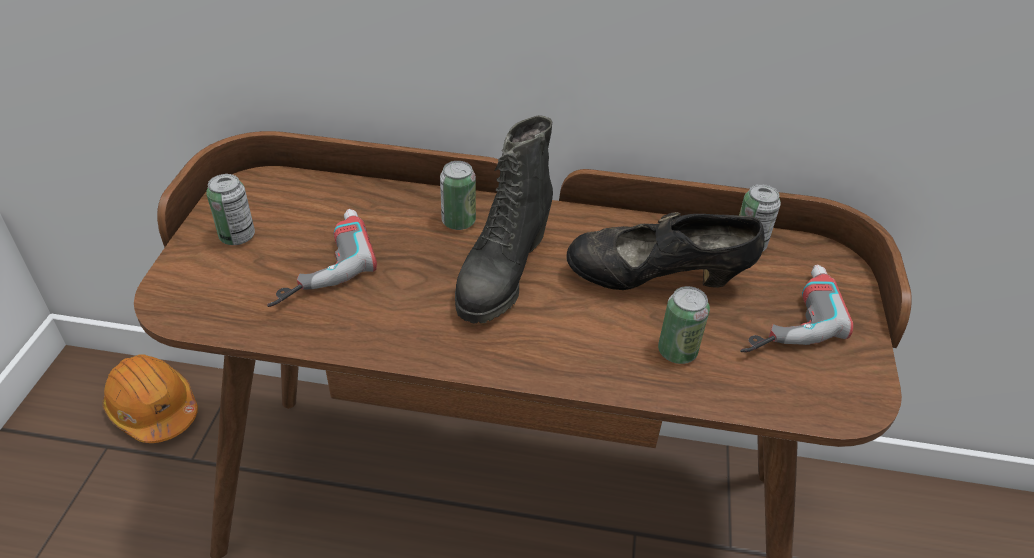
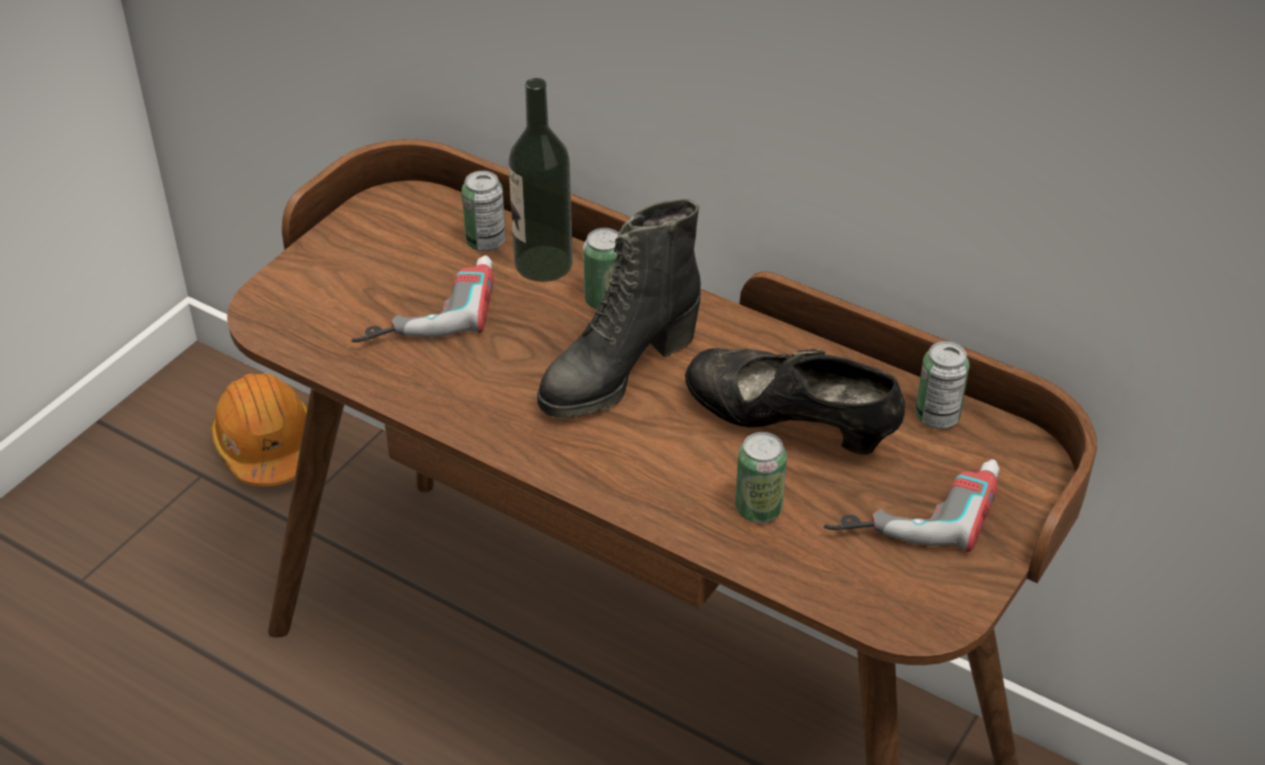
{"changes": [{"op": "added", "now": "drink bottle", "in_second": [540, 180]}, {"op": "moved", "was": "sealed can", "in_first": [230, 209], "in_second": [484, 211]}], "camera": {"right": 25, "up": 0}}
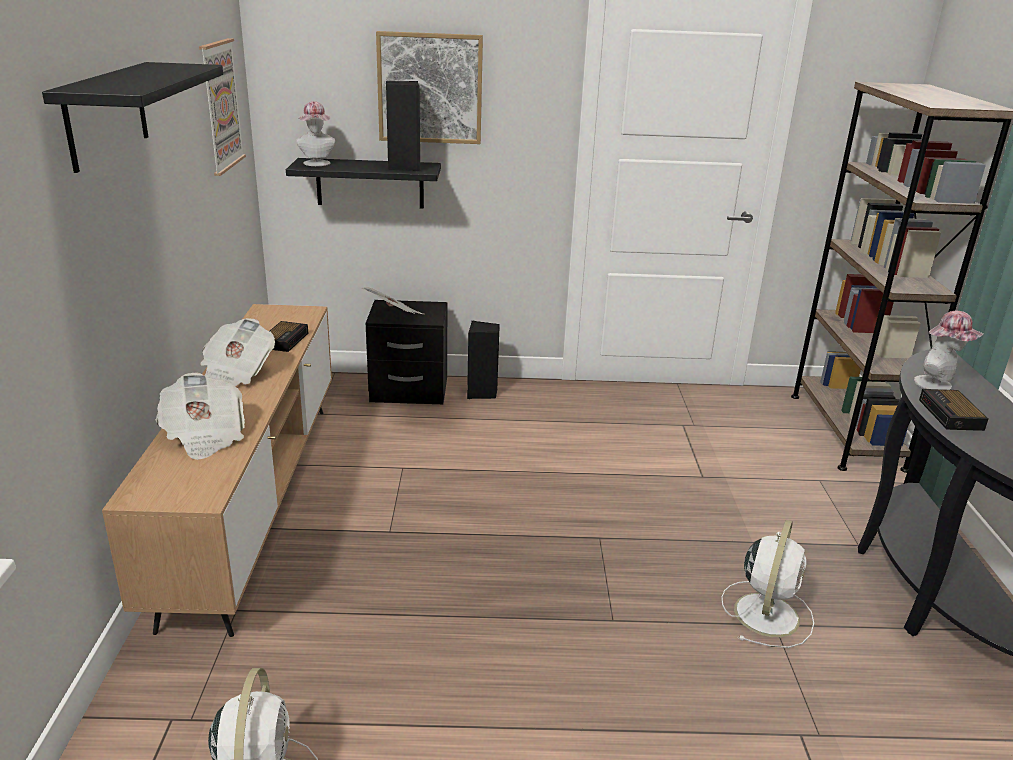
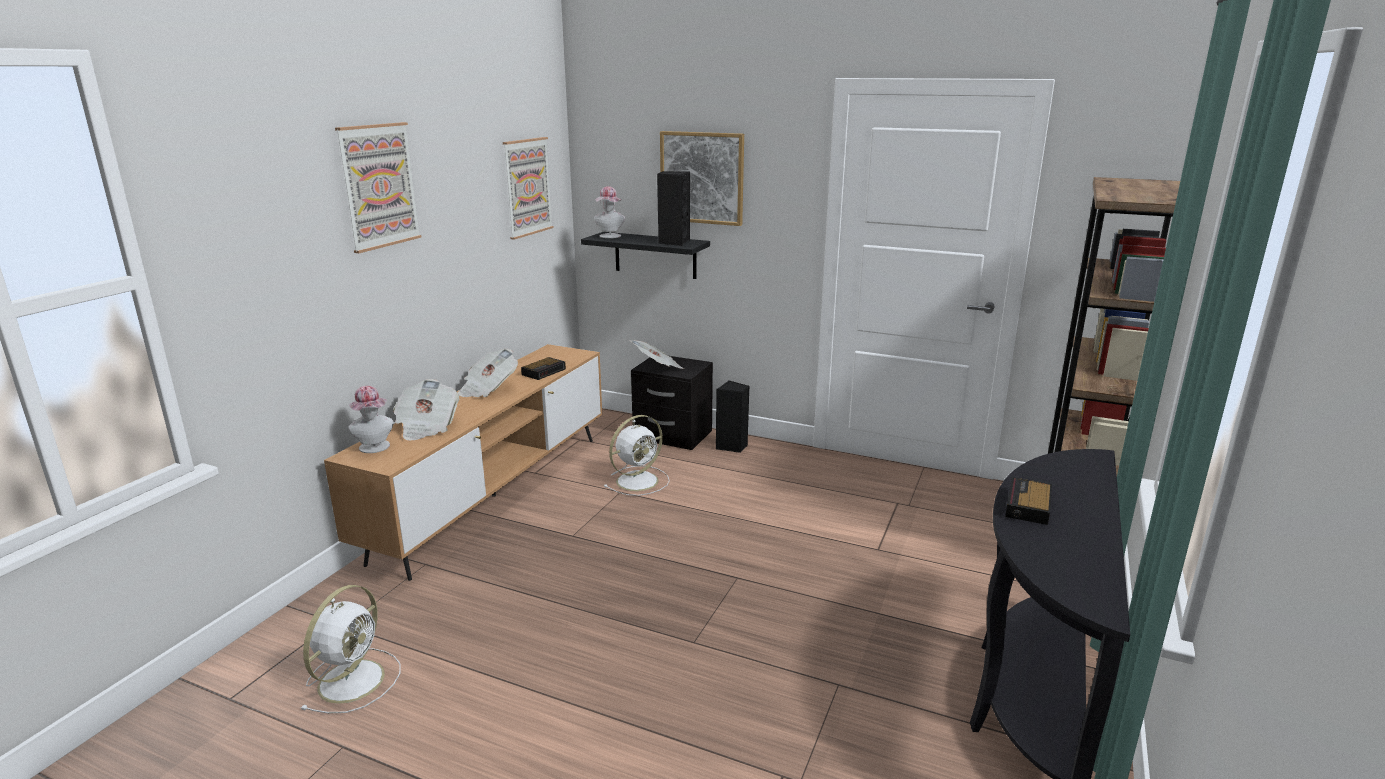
{"changes": [{"op": "moved", "was": "cooling fan (white)", "in_first": [767, 584], "in_second": [637, 455]}, {"op": "moved", "was": "hat", "in_first": [948, 350], "in_second": [371, 419]}, {"op": "replaced", "was": "bracket shelf (blackish)", "now": "wall picture", "in_first": [132, 117], "in_second": [378, 187]}], "camera": {"right": 25, "up": -5}}
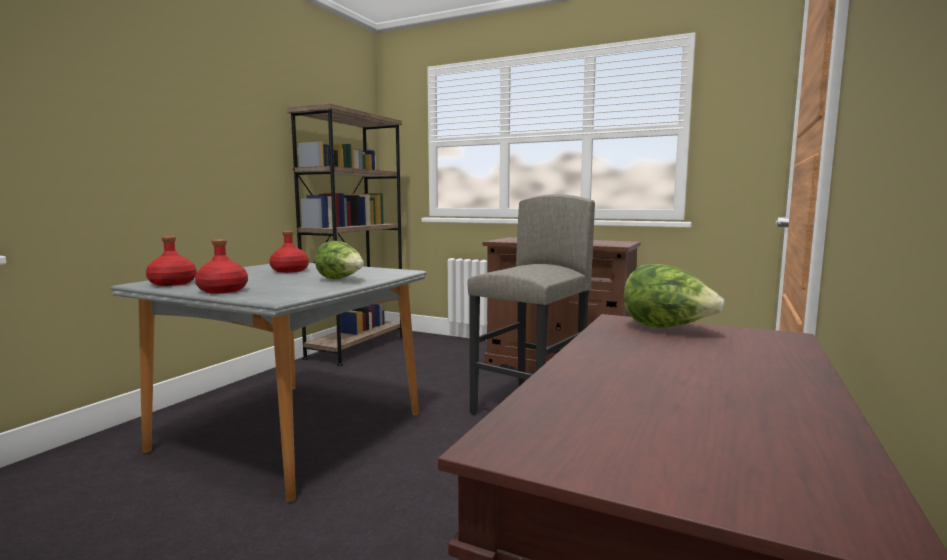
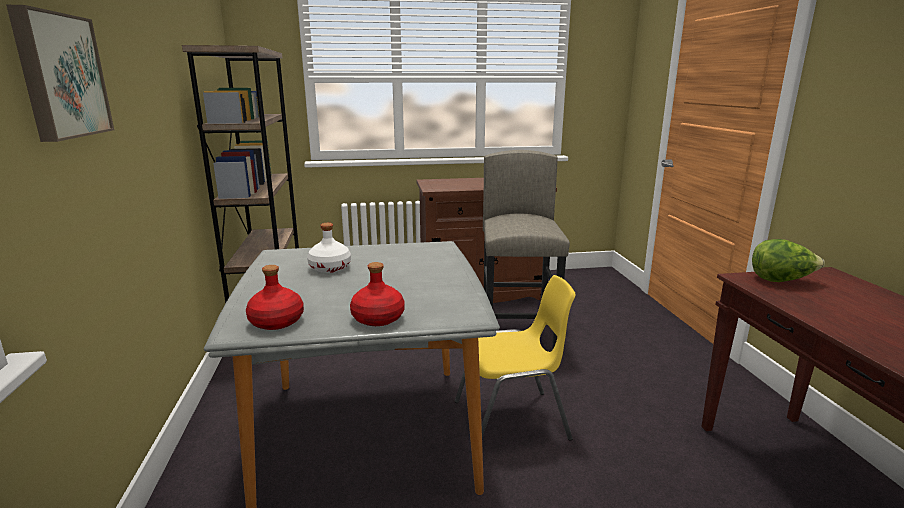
{"changes": [{"op": "removed", "was": "lettuce head", "in_first": [339, 260]}, {"op": "added", "now": "wall picture", "in_second": [60, 73]}, {"op": "added", "now": "chair (yellow-coloured)", "in_second": [515, 358]}, {"op": "recoloured", "was": "drink bottle (reddish)", "now": "drink bottle (white)", "in_first": [289, 252], "in_second": [329, 248]}], "camera": {"right": -35, "up": 10}}
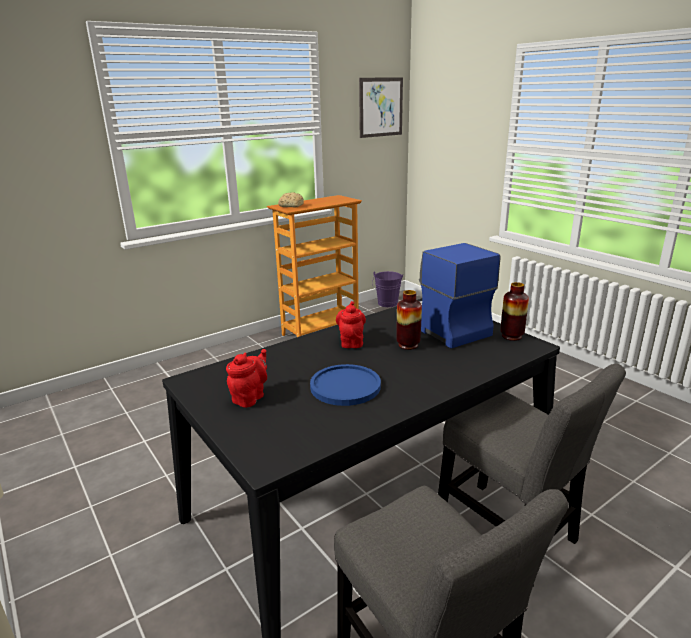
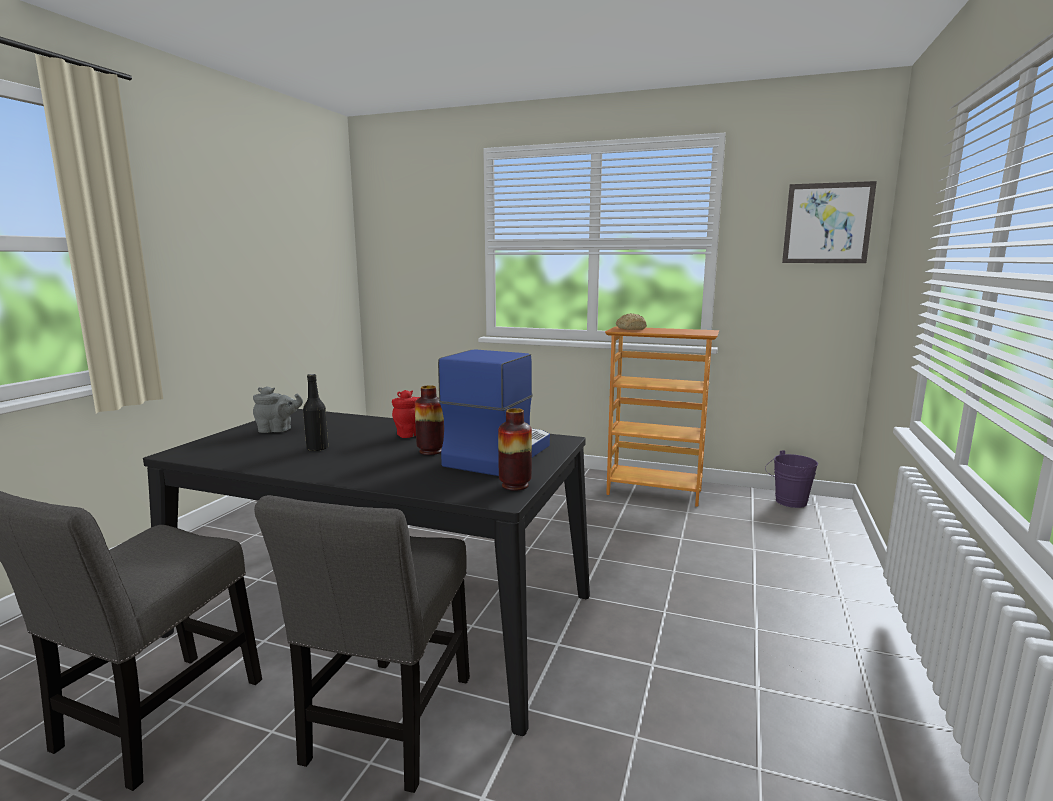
{"changes": [{"op": "replaced", "was": "plate (blue)", "now": "drink bottle (blackish)", "in_first": [345, 385], "in_second": [316, 412]}, {"op": "recoloured", "was": "teapot (reddish)", "now": "teapot (greyish)", "in_first": [246, 378], "in_second": [278, 409]}], "camera": {"right": 55, "up": -10}}
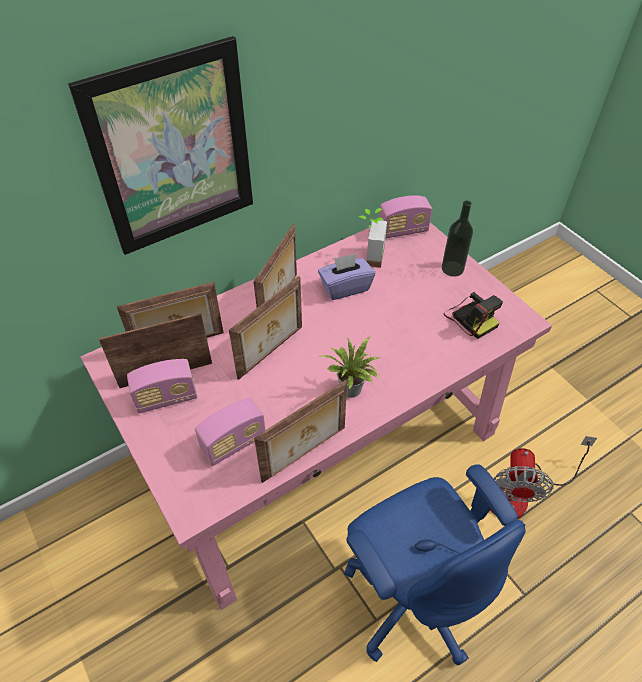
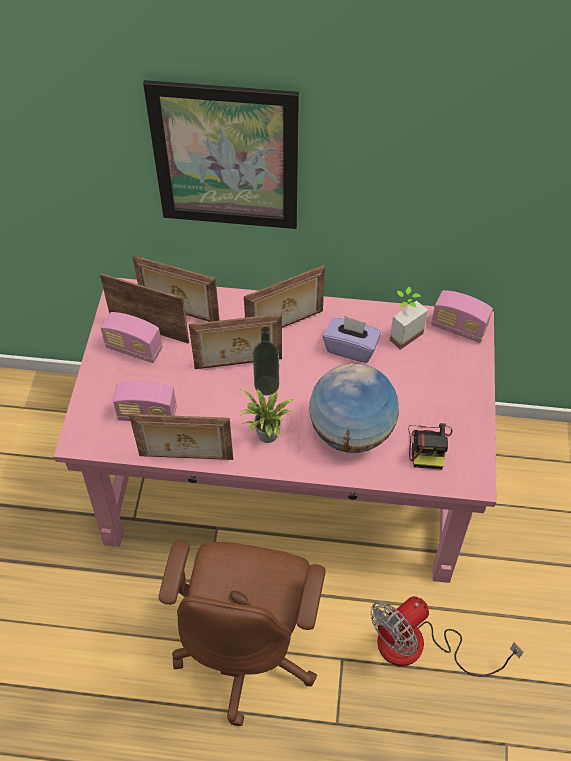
{"changes": [{"op": "added", "now": "world globe", "in_second": [354, 408]}, {"op": "moved", "was": "drink bottle", "in_first": [457, 239], "in_second": [266, 361]}, {"op": "recoloured", "was": "computer chair (blue)", "now": "computer chair (brown)", "in_first": [435, 565], "in_second": [242, 633]}], "camera": {"right": 40, "up": 5}}
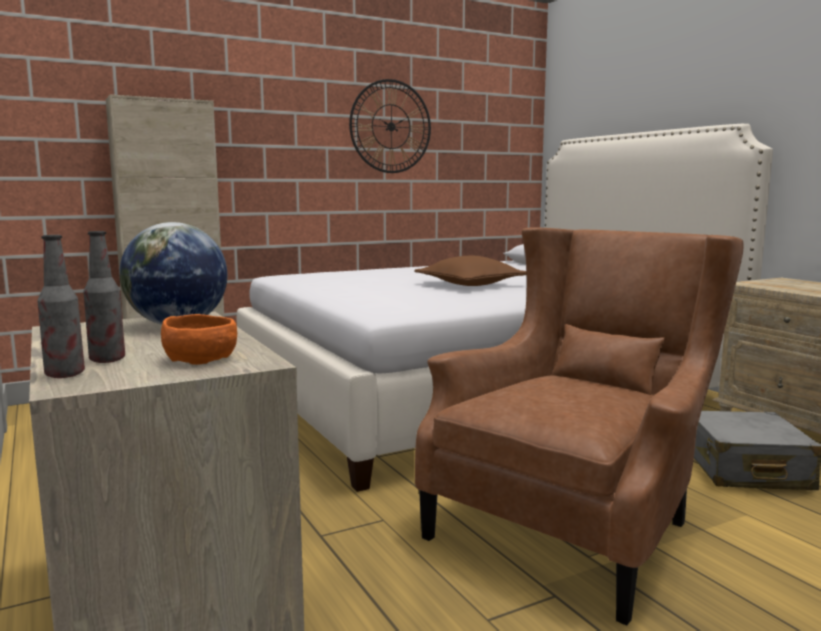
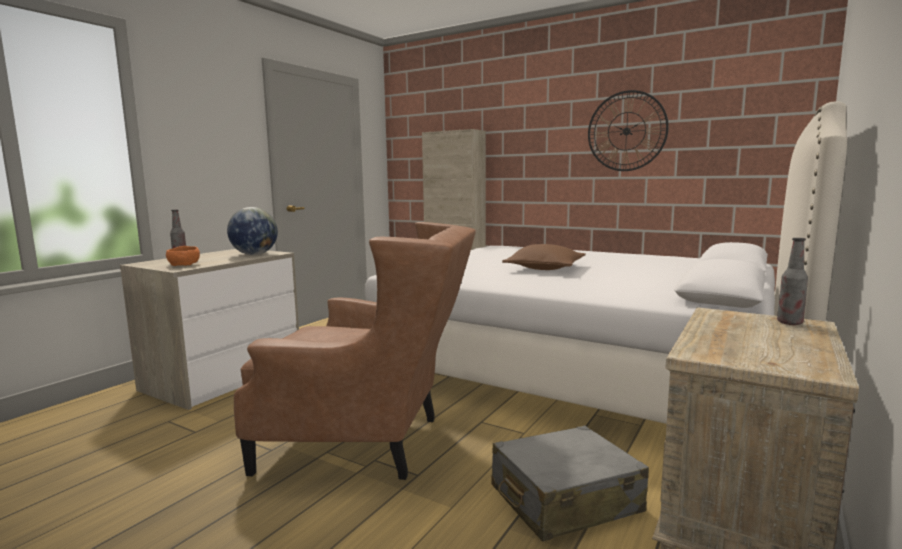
{"changes": [{"op": "moved", "was": "drink bottle", "in_first": [61, 306], "in_second": [792, 281]}], "camera": {"right": 60, "up": 0}}
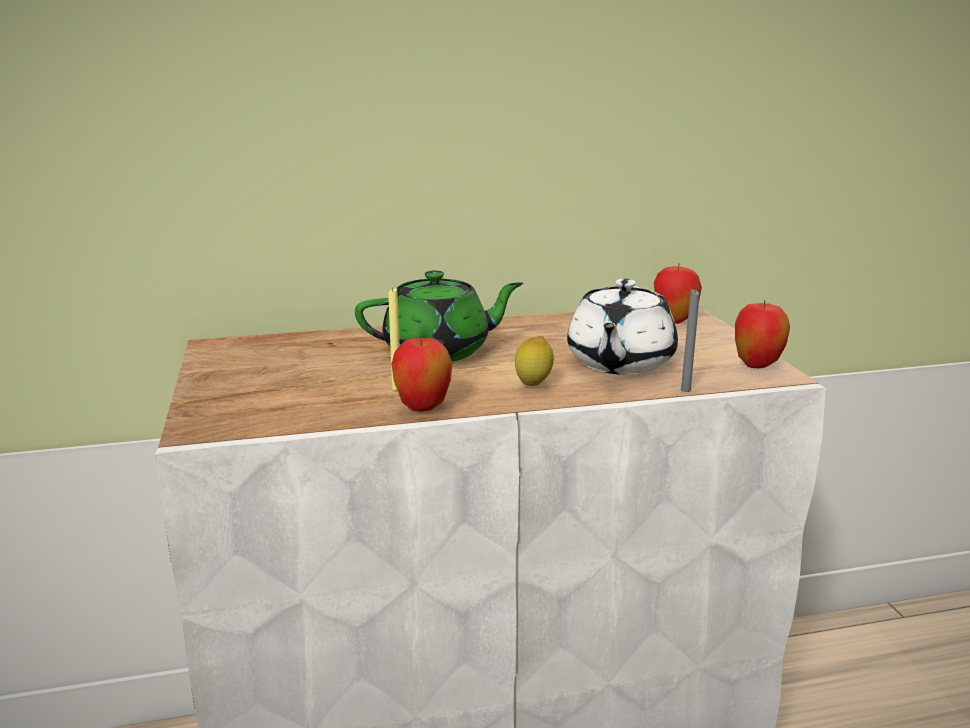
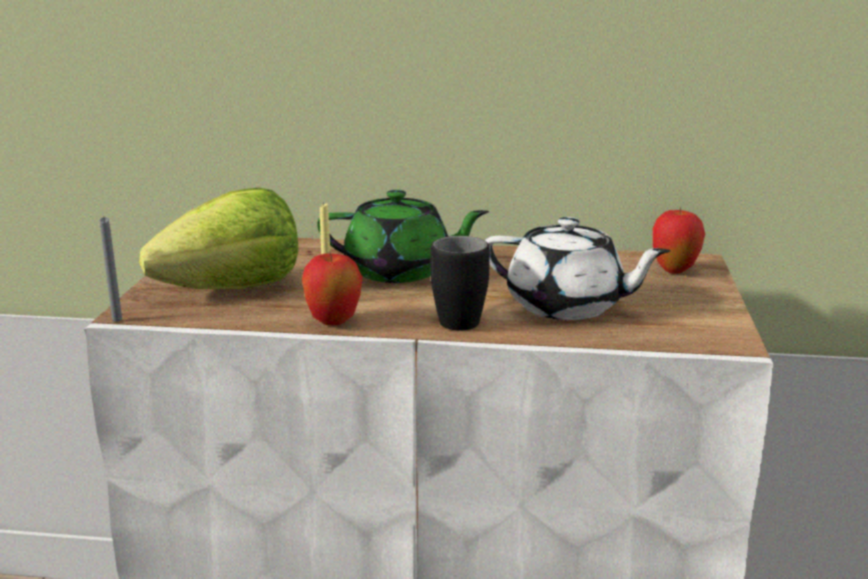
{"changes": [{"op": "removed", "was": "whole apple", "in_first": [762, 334]}, {"op": "added", "now": "lettuce head", "in_second": [218, 238]}, {"op": "moved", "was": "candle (greyish)", "in_first": [690, 340], "in_second": [111, 269]}, {"op": "replaced", "was": "citrus fruit", "now": "coffee mug (blackish)", "in_first": [534, 361], "in_second": [460, 283]}, {"op": "turned", "was": "teapot (white)", "in_first": [622, 327], "in_second": [578, 268], "clockwise": -105}], "camera": {"right": 20, "up": 0}}
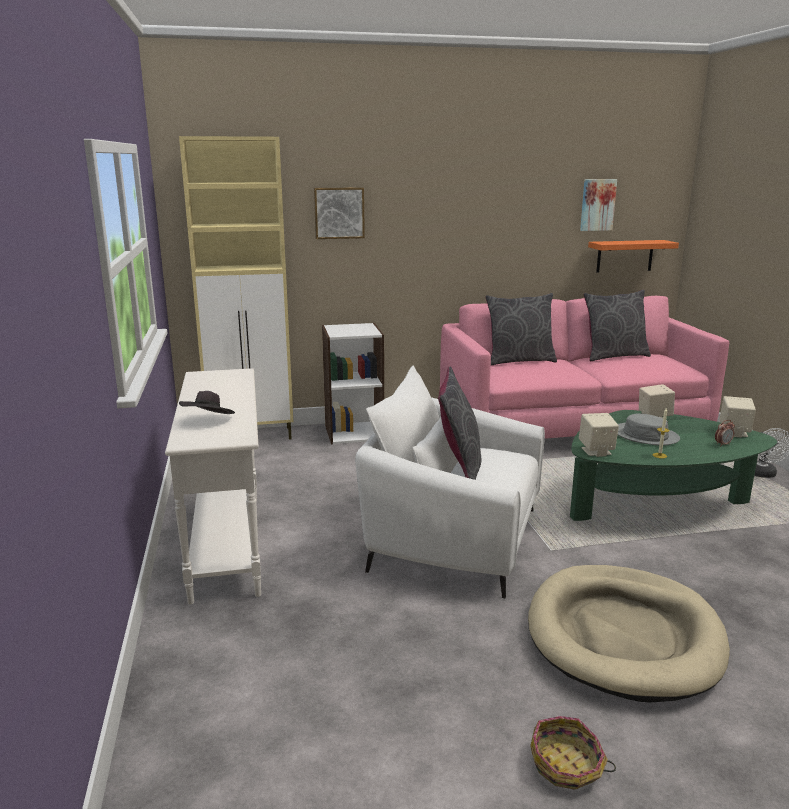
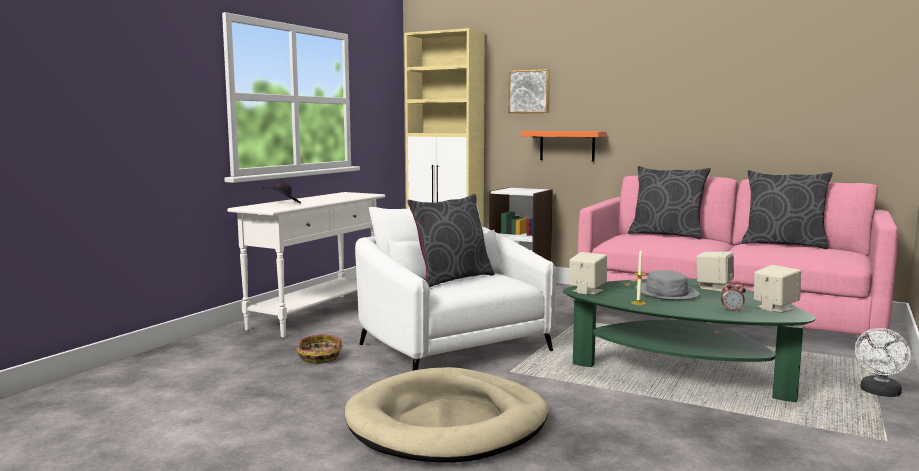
{"changes": [{"op": "removed", "was": "wall picture", "in_first": [598, 205]}, {"op": "moved", "was": "storage basket", "in_first": [573, 753], "in_second": [319, 349]}, {"op": "moved", "was": "bracket shelf (orange)", "in_first": [633, 256], "in_second": [563, 146]}], "camera": {"right": 40, "up": -10}}
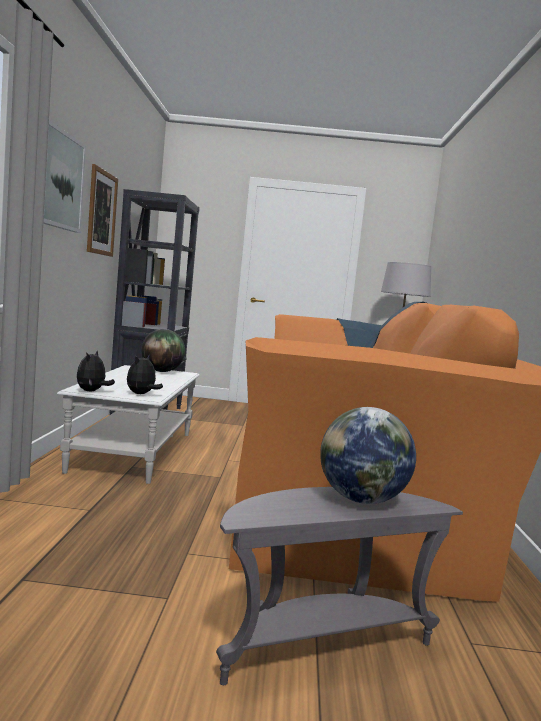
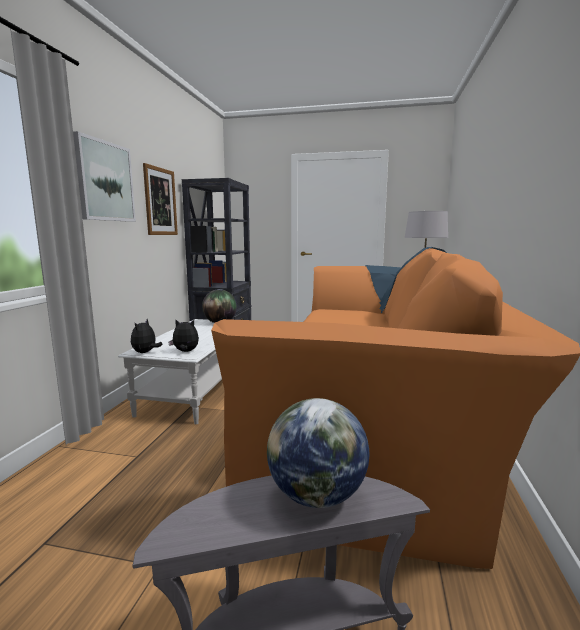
{"changes": [{"op": "turned", "was": "plush toy", "in_first": [145, 374], "in_second": [183, 335], "clockwise": 60}], "camera": {"right": 10, "up": 5}}
